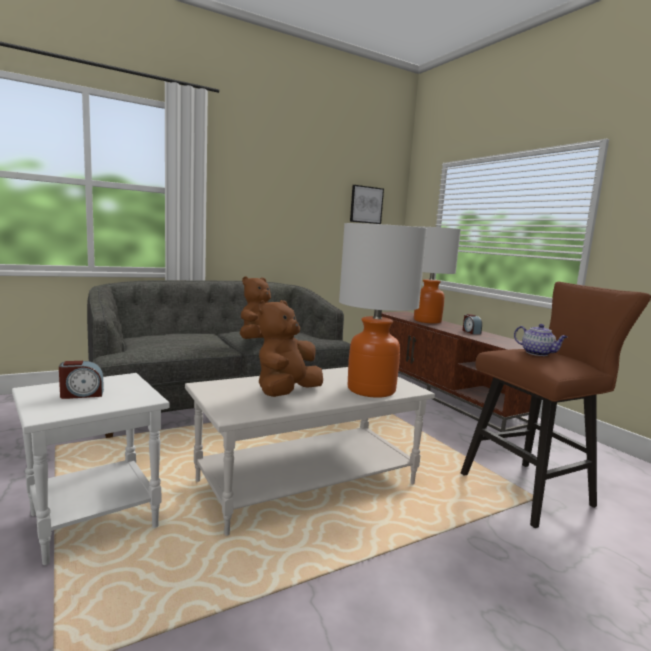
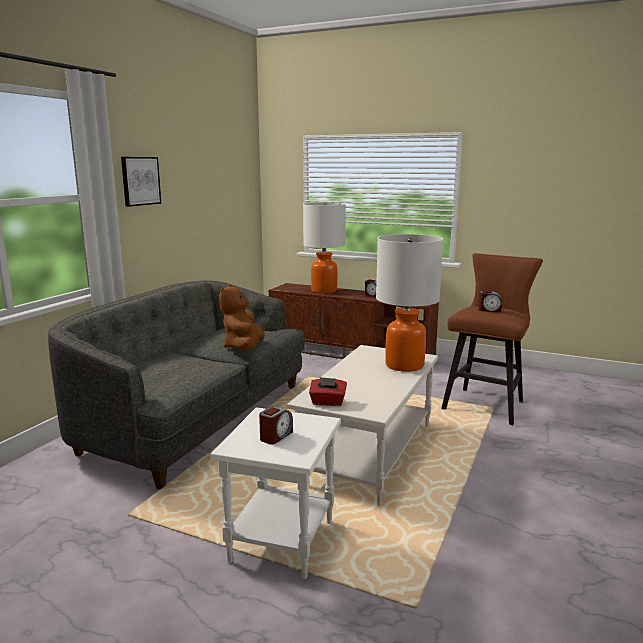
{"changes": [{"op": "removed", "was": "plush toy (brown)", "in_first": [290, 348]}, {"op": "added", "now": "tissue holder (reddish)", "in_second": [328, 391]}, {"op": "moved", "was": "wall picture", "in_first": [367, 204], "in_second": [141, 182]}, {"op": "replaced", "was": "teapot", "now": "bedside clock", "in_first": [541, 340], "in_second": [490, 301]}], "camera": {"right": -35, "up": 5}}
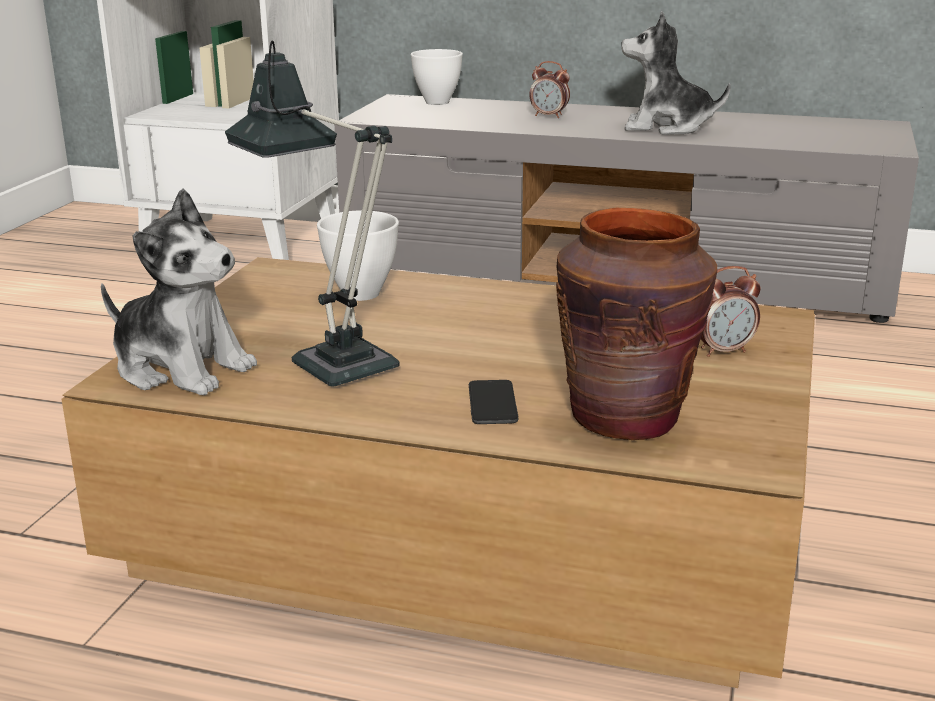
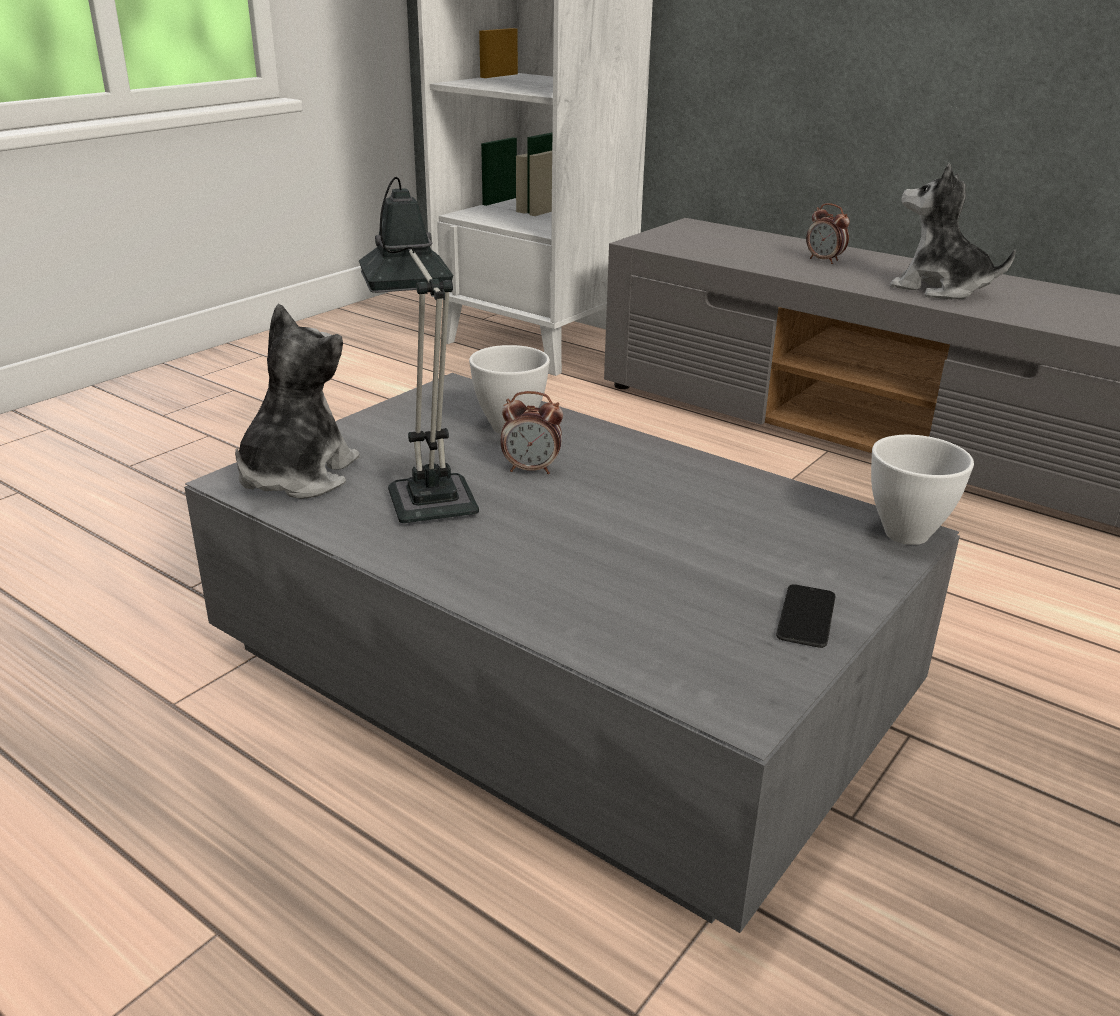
{"changes": [{"op": "removed", "was": "vase (brown)", "in_first": [636, 324]}, {"op": "moved", "was": "bowl (white)", "in_first": [437, 77], "in_second": [922, 490]}, {"op": "moved", "was": "telephone", "in_first": [493, 402], "in_second": [805, 616]}, {"op": "moved", "was": "bedside clock", "in_first": [730, 311], "in_second": [532, 432]}, {"op": "recoloured", "was": "low table (brown)", "now": "low table (greyish)", "in_first": [438, 472], "in_second": [572, 653]}, {"op": "turned", "was": "plush toy", "in_first": [179, 291], "in_second": [297, 401], "clockwise": -120}], "camera": {"right": 20, "up": 5}}
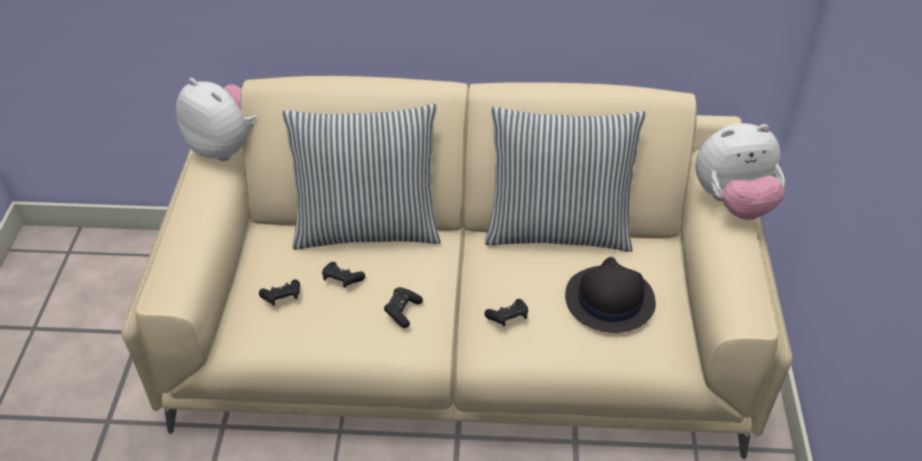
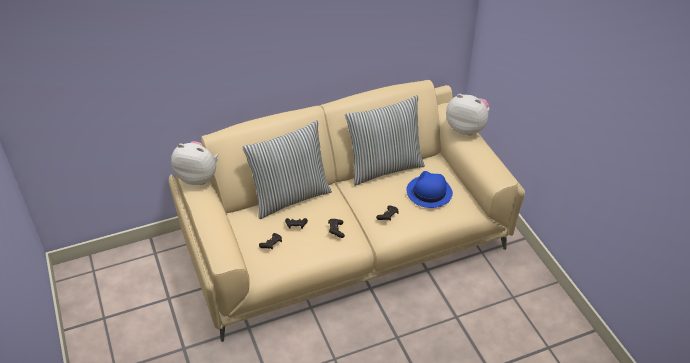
{"changes": [{"op": "recoloured", "was": "hat (blackish)", "now": "hat (blue)", "in_first": [610, 295], "in_second": [429, 189]}, {"op": "turned", "was": "plush toy", "in_first": [740, 171], "in_second": [468, 115], "clockwise": -120}], "camera": {"right": -25, "up": 0}}
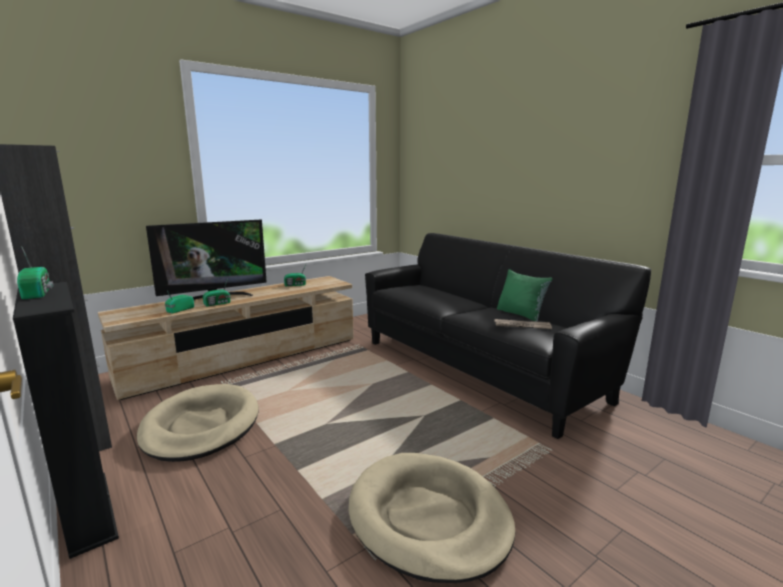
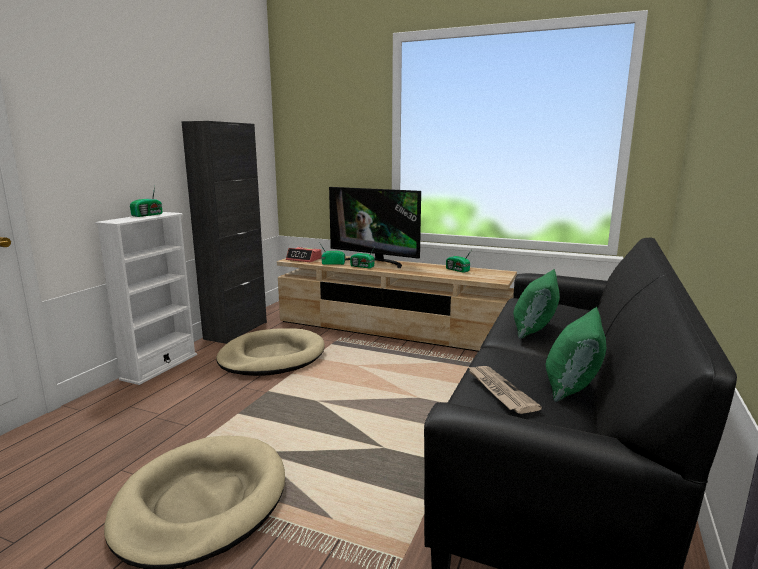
{"changes": [{"op": "added", "now": "bedside clock", "in_second": [304, 254]}, {"op": "added", "now": "pillow (green-coloured)", "in_second": [536, 304]}, {"op": "recoloured", "was": "bookshelf (blackish)", "now": "bookshelf (white)", "in_first": [66, 420], "in_second": [146, 298]}], "camera": {"right": 60, "up": 0}}
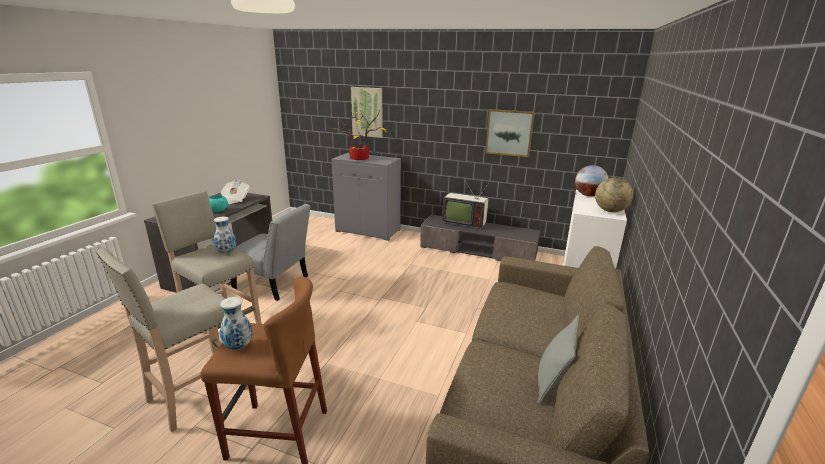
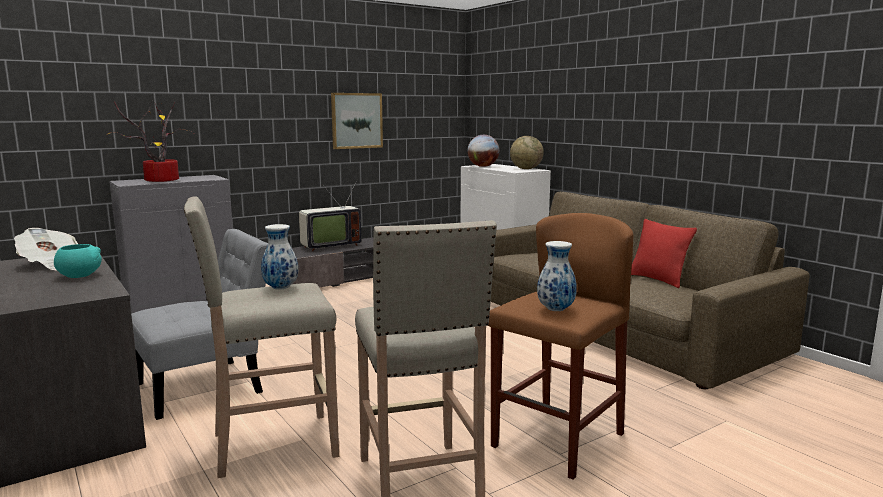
{"changes": [{"op": "removed", "was": "wall picture", "in_first": [367, 112]}, {"op": "recoloured", "was": "pillow (greyish)", "now": "pillow (reddish)", "in_first": [558, 359], "in_second": [664, 253]}], "camera": {"right": -55, "up": -10}}
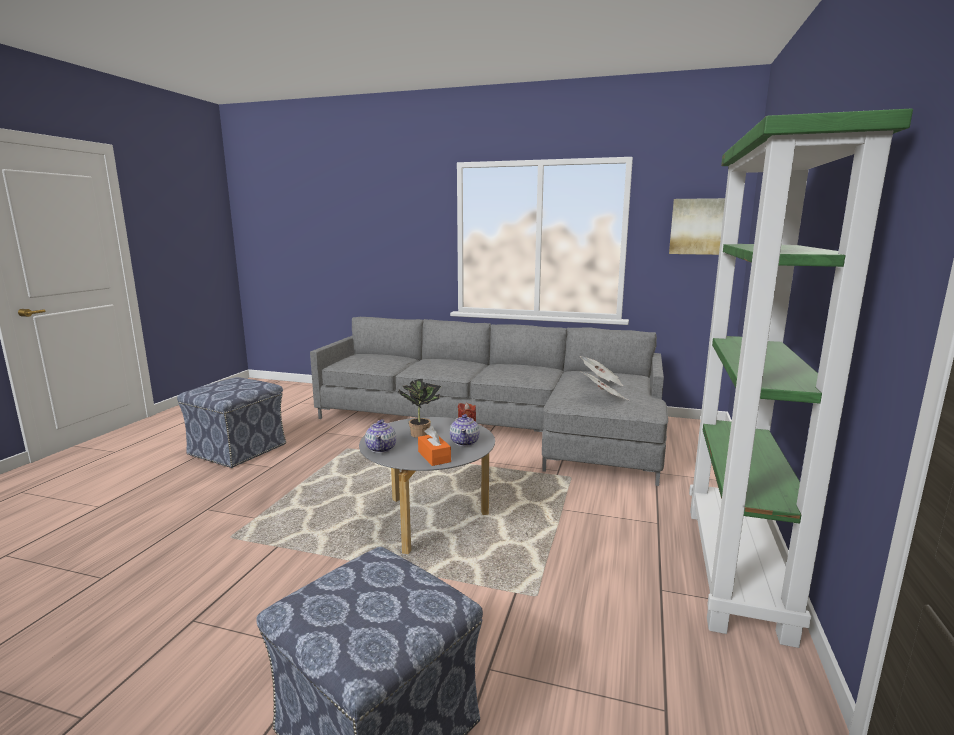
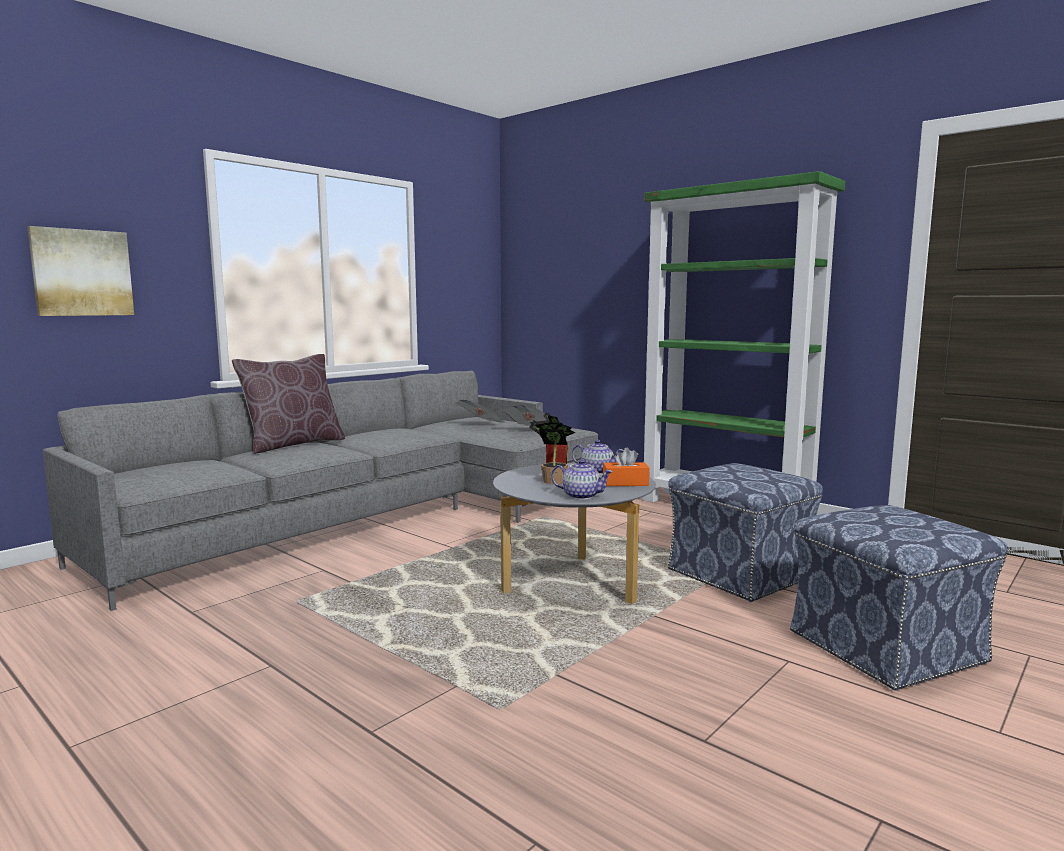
{"changes": [{"op": "added", "now": "pillow (brown)", "in_second": [288, 404]}, {"op": "moved", "was": "footrest", "in_first": [231, 422], "in_second": [745, 532]}, {"op": "moved", "was": "wall picture", "in_first": [697, 226], "in_second": [80, 271]}], "camera": {"right": -65, "up": -5}}
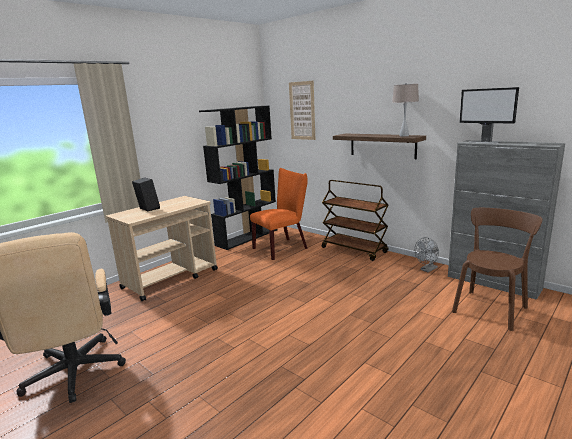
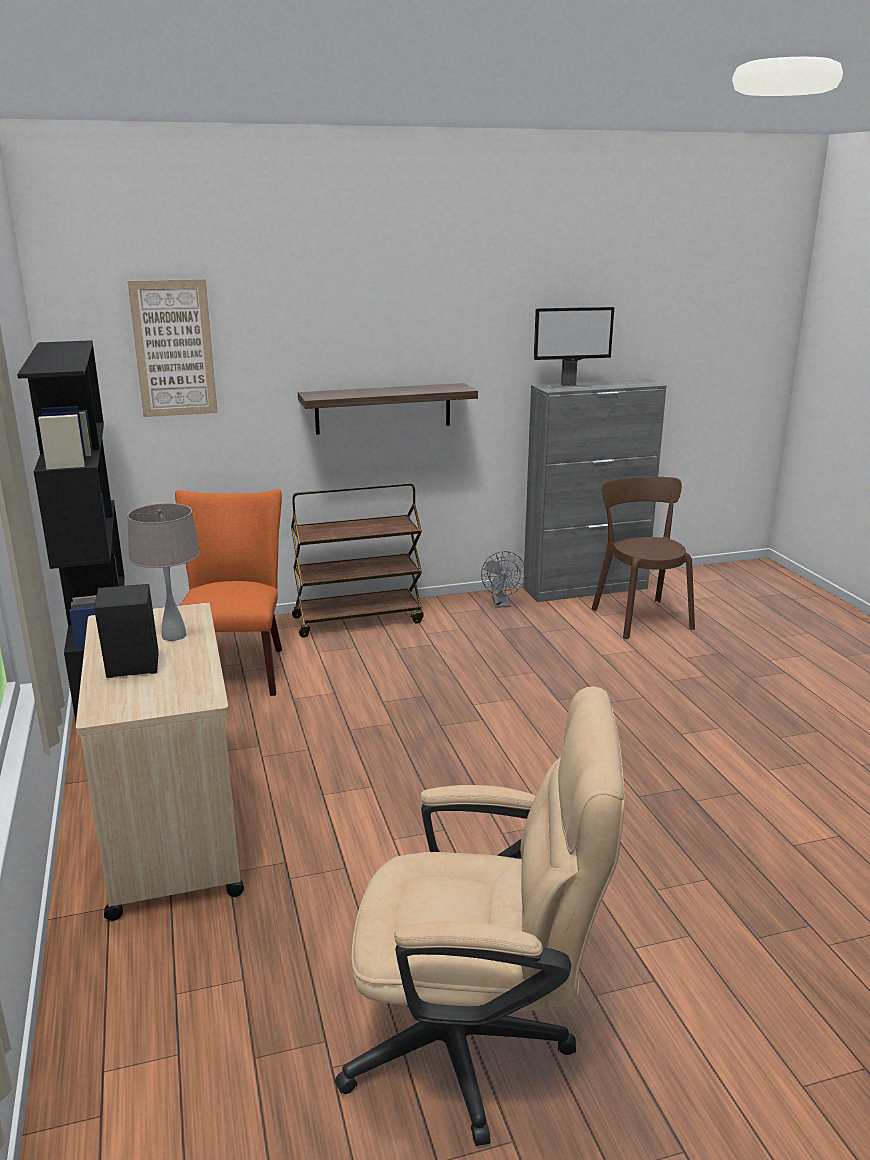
{"changes": [{"op": "moved", "was": "lamp for a table (beige)", "in_first": [405, 110], "in_second": [163, 572]}], "camera": {"right": -60, "up": 5}}
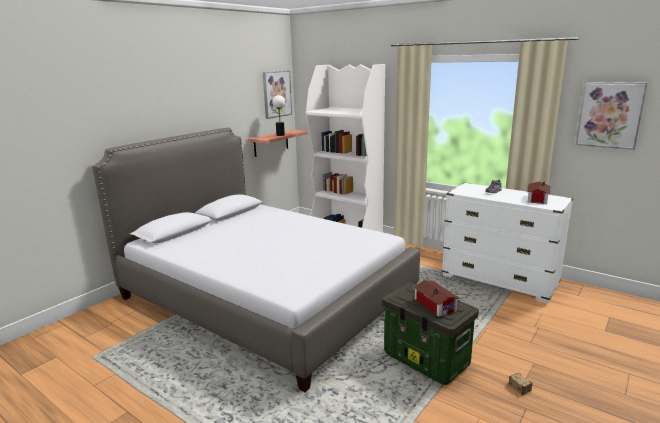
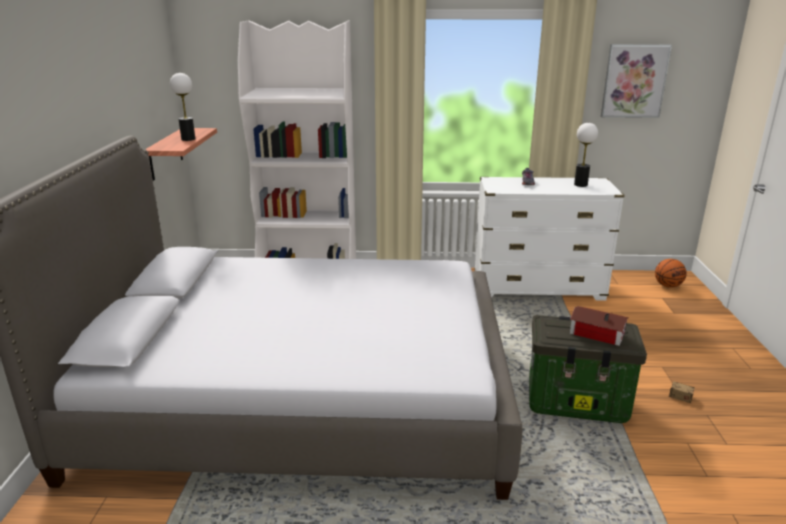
{"changes": [{"op": "removed", "was": "wall picture", "in_first": [277, 95]}, {"op": "added", "now": "ball for basketball", "in_second": [671, 273]}, {"op": "replaced", "was": "miniature house", "now": "lamp for a table", "in_first": [538, 192], "in_second": [586, 155]}], "camera": {"right": -35, "up": 5}}
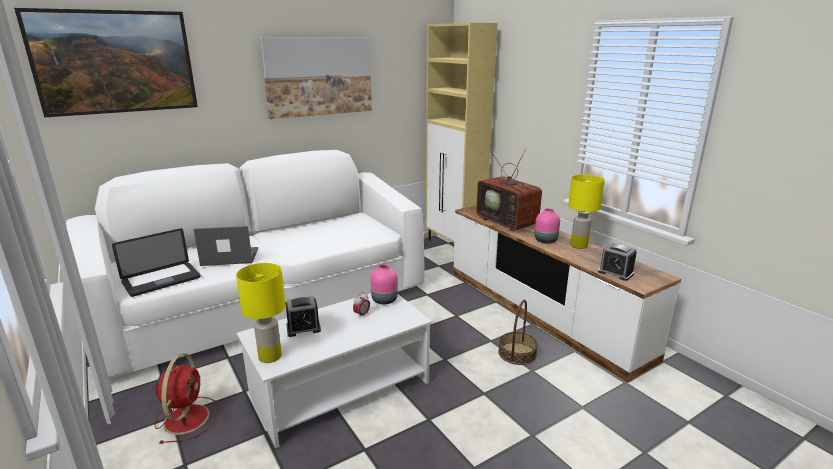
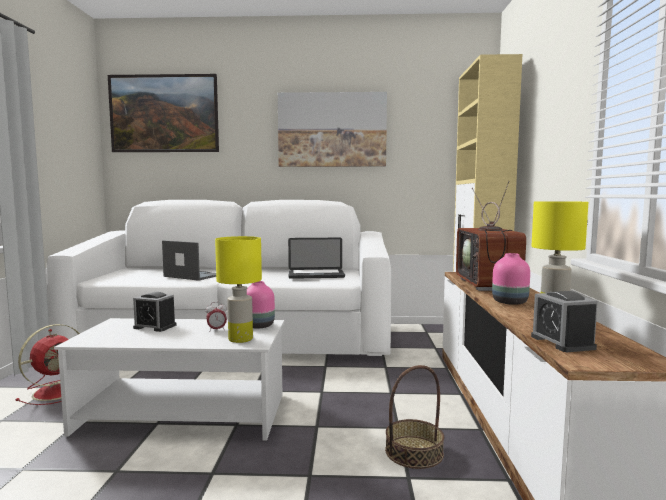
{"changes": [{"op": "moved", "was": "portable computer", "in_first": [156, 262], "in_second": [316, 258]}, {"op": "moved", "was": "lamp for a table (yellow-coloured)", "in_first": [261, 313], "in_second": [238, 289]}], "camera": {"right": 35, "up": -15}}
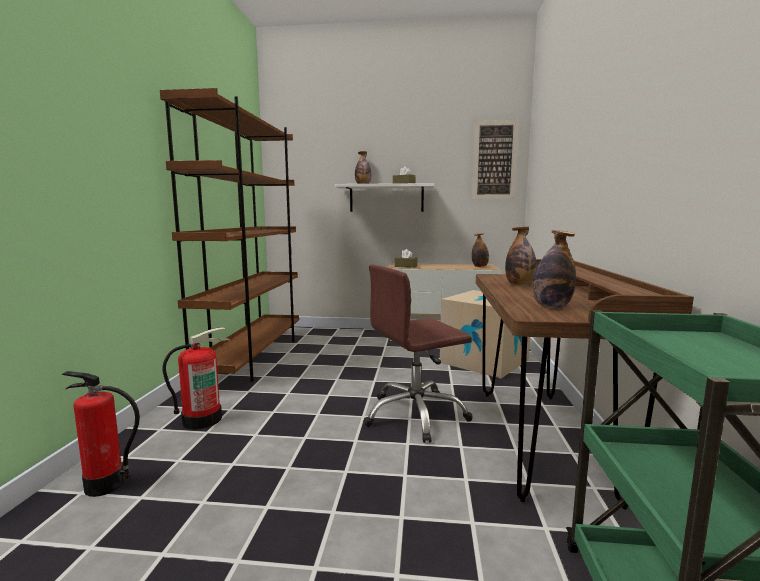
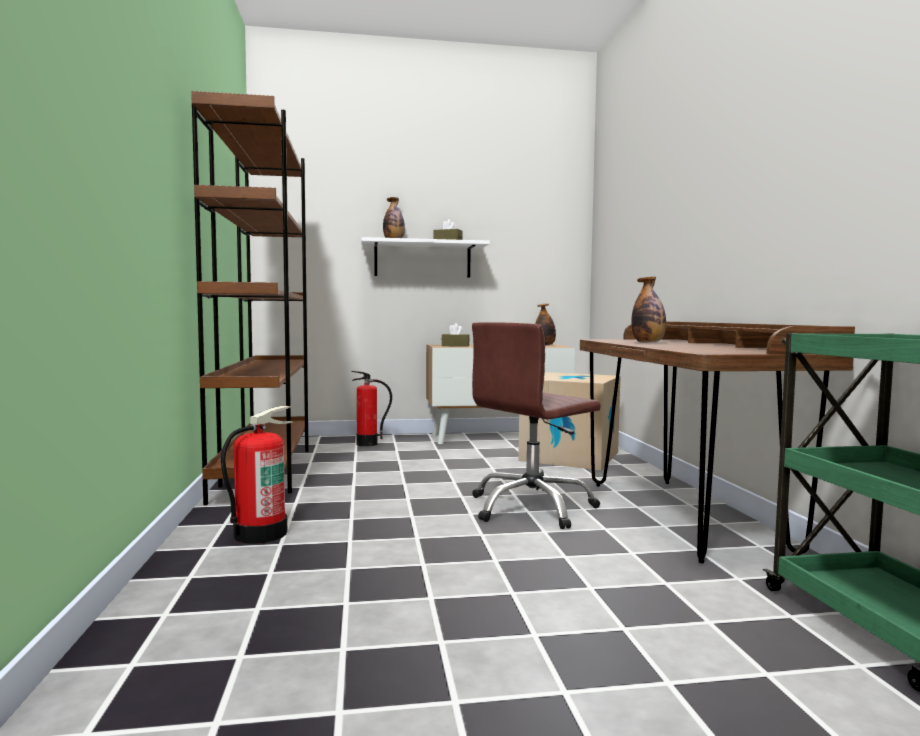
{"changes": [{"op": "removed", "was": "wall picture", "in_first": [495, 159]}, {"op": "removed", "was": "drink bottle", "in_first": [554, 269]}, {"op": "moved", "was": "fire-fighting cylinder", "in_first": [101, 434], "in_second": [371, 409]}], "camera": {"right": -15, "up": -5}}
